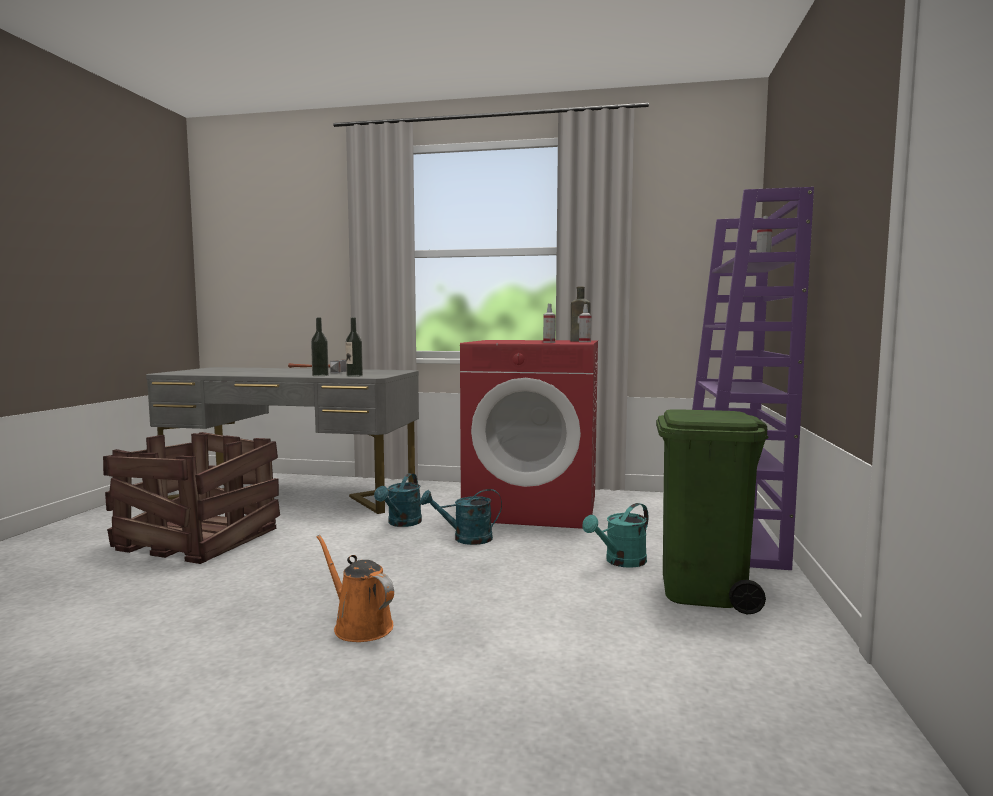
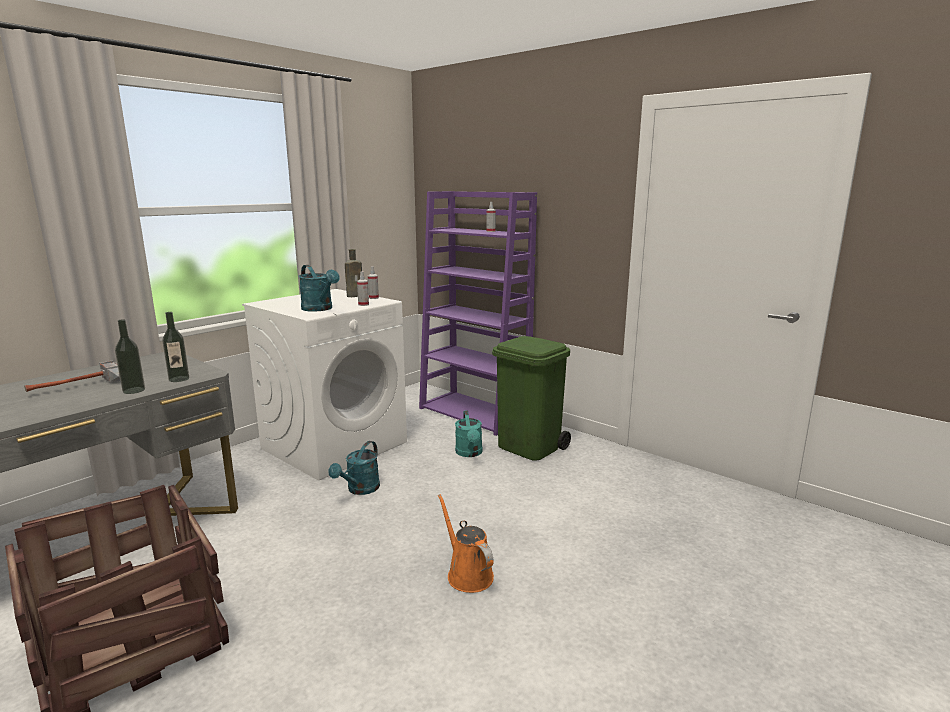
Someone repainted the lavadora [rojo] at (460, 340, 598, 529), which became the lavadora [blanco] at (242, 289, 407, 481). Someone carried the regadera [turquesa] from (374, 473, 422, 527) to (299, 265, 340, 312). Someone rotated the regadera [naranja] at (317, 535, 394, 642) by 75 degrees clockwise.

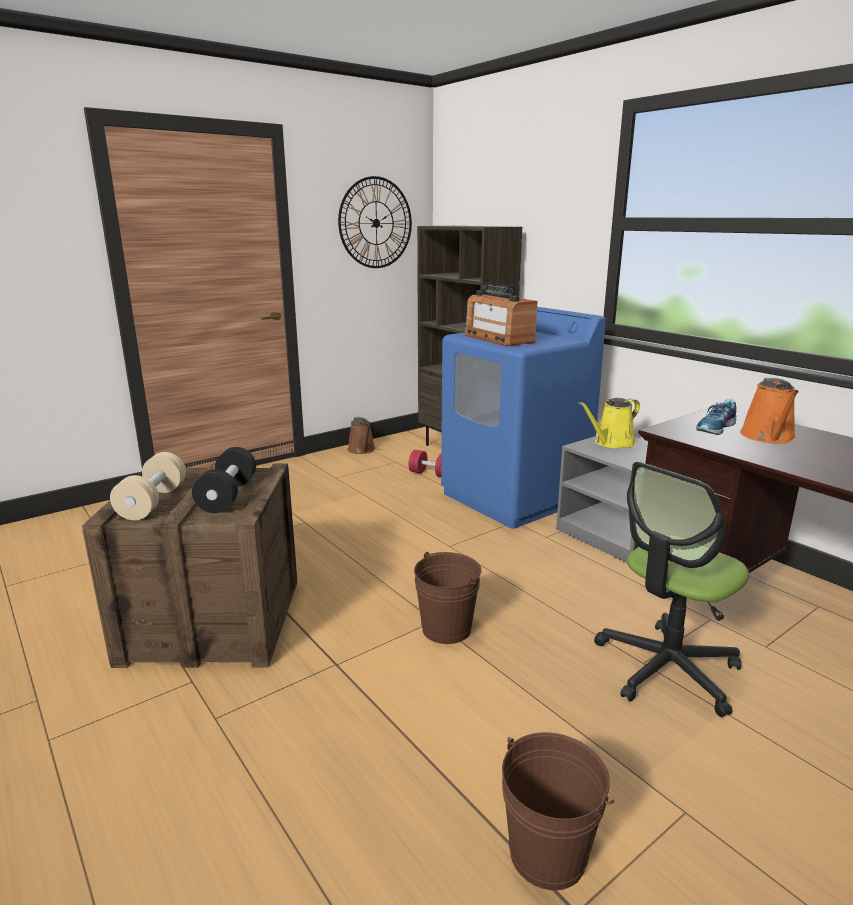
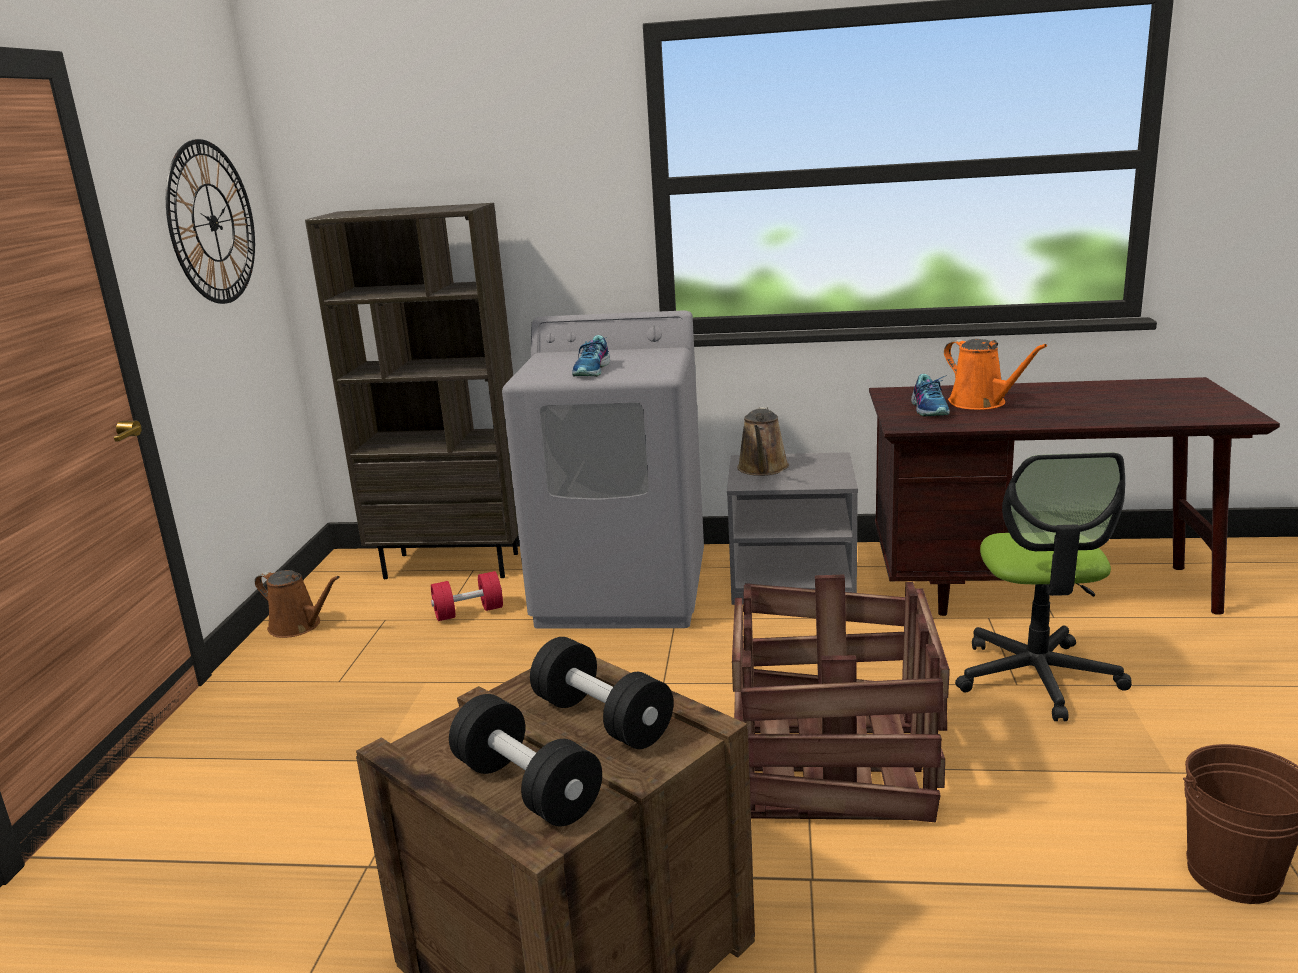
Someone swapped the radio at (465, 282, 537, 346) for the zapato at (572, 335, 610, 377). Someone repainted the lavadora [azul] at (441, 307, 606, 529), which became the lavadora [gris] at (502, 310, 704, 629). Someone repainted the regadera [amarillo] at (579, 398, 640, 448), which became the regadera [marrón] at (737, 407, 789, 476). Someone repainted the mancuerna [beis] at (110, 452, 186, 520), which became the mancuerna [negro] at (449, 694, 602, 827). Someone swapped the cubo [marrón] at (414, 552, 481, 644) for the caja de embalaje at (732, 574, 950, 823).

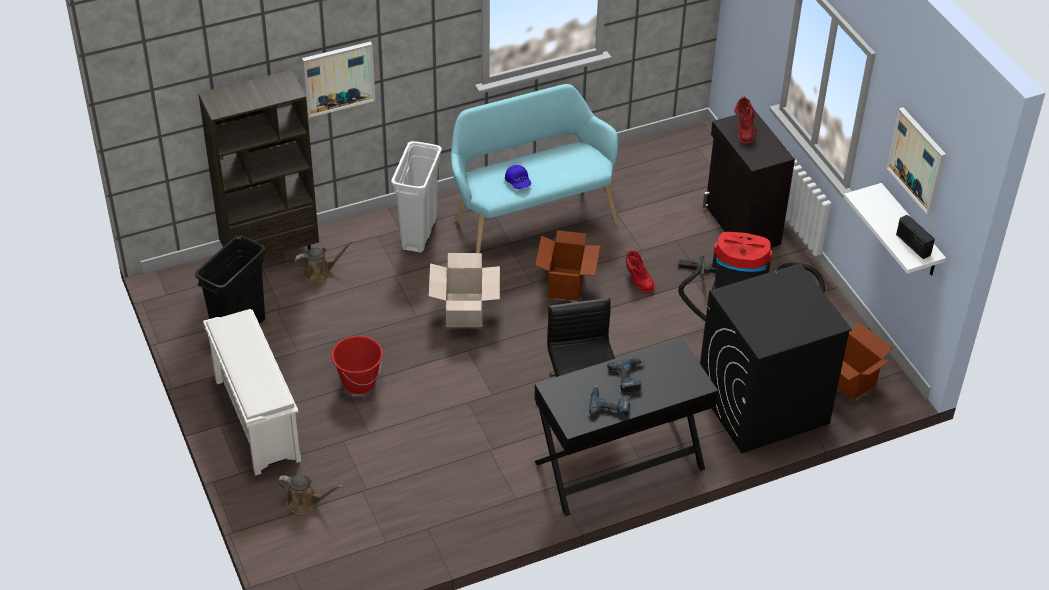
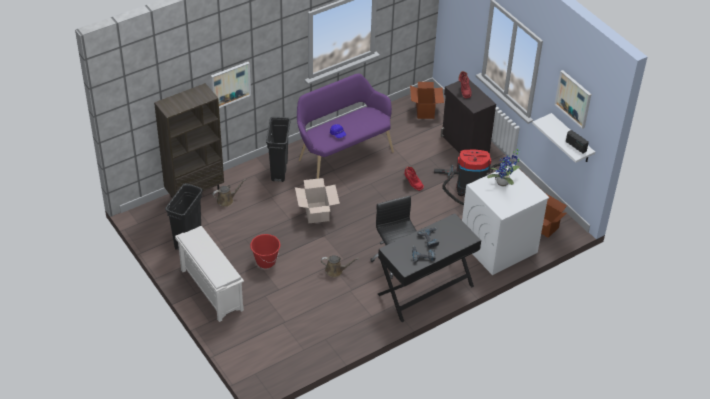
Someone repainted the banco [turquesa] at (451, 84, 618, 253), which became the banco [morado] at (297, 74, 394, 179). Someone repainted the papelera [blanco] at (391, 141, 442, 253), which became the papelera [negro] at (266, 117, 291, 182). Someone carried the caja de cartón from (535, 230, 600, 301) to (410, 82, 444, 119). Someone repainted the lavadora [negro] at (700, 263, 852, 453), which became the lavadora [blanco] at (462, 164, 549, 275). Someone carried the regadera [marrón] from (277, 474, 343, 514) to (321, 255, 359, 277). Someone put down the planta en maceta at (487, 149, 520, 187).

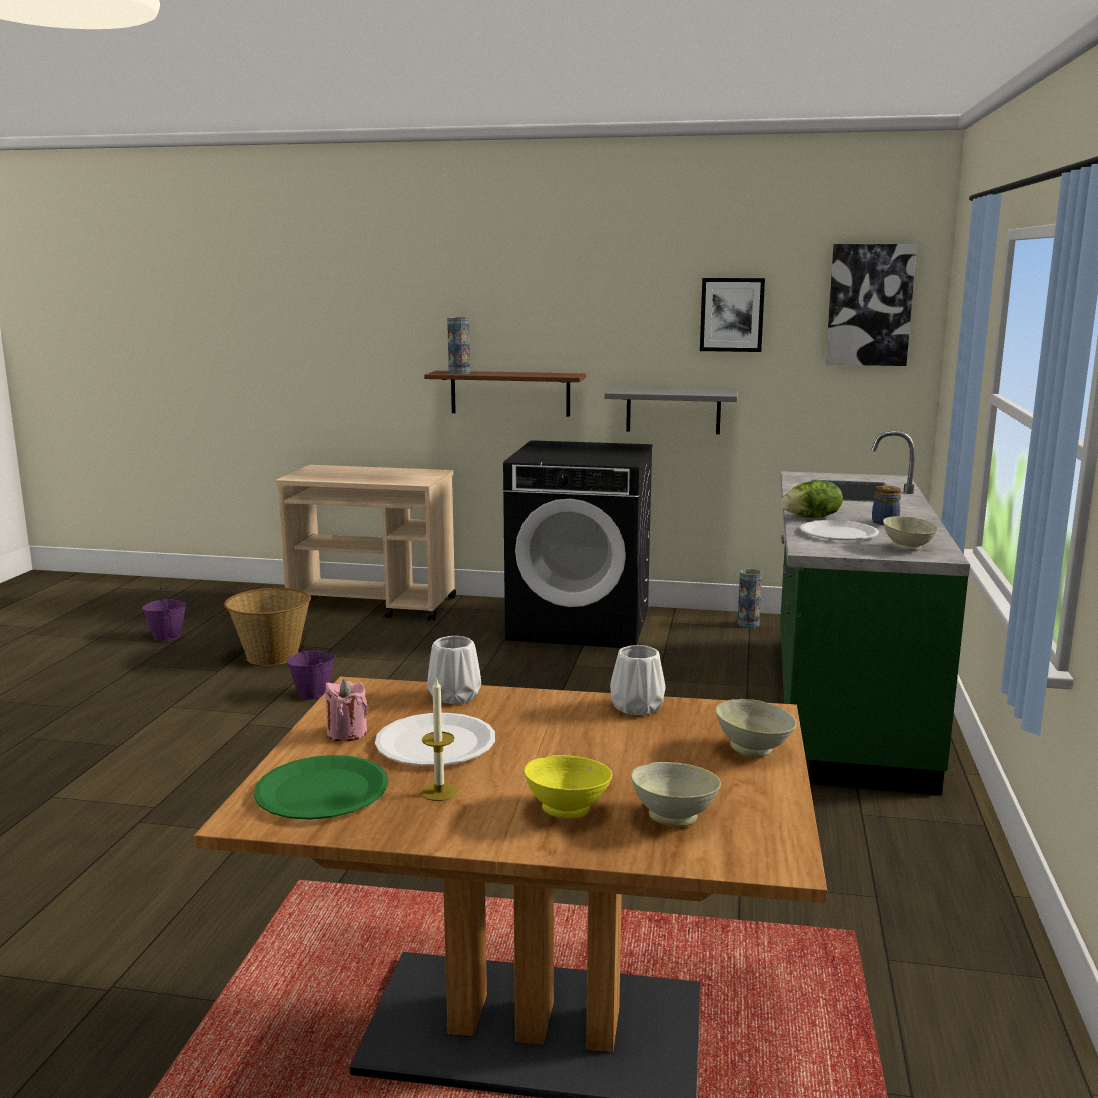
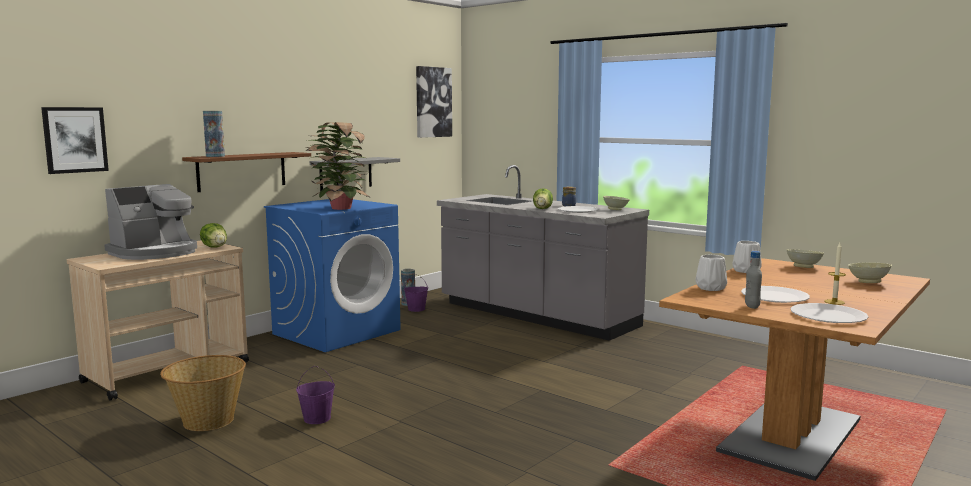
Someone carried the cuadro from (700, 278, 765, 352) to (41, 107, 109, 174). Someone repainted the mueble bajo de cocina [verde] at (780, 431, 970, 795), which became the mueble bajo de cocina [gris] at (437, 165, 649, 341). Someone repainted the lavadora [negro] at (503, 440, 653, 648), which became the lavadora [azul] at (264, 199, 401, 352). Someone carried the cubo [morado] from (142, 583, 187, 641) to (404, 275, 428, 312). Someone swapped the vela [rosa] at (326, 680, 367, 742) for the botella [gris] at (745, 251, 762, 309). Someone repainted the plato [verde] at (254, 755, 388, 820), which became the plato [blanco] at (791, 303, 868, 323). Someone took away the cuenco [amarillo] at (524, 755, 612, 819). Someone put down the planta en maceta at (306, 122, 369, 210). Someone put down the cafetera at (104, 184, 197, 260). Someone put down the lechuga at (200, 223, 227, 248).

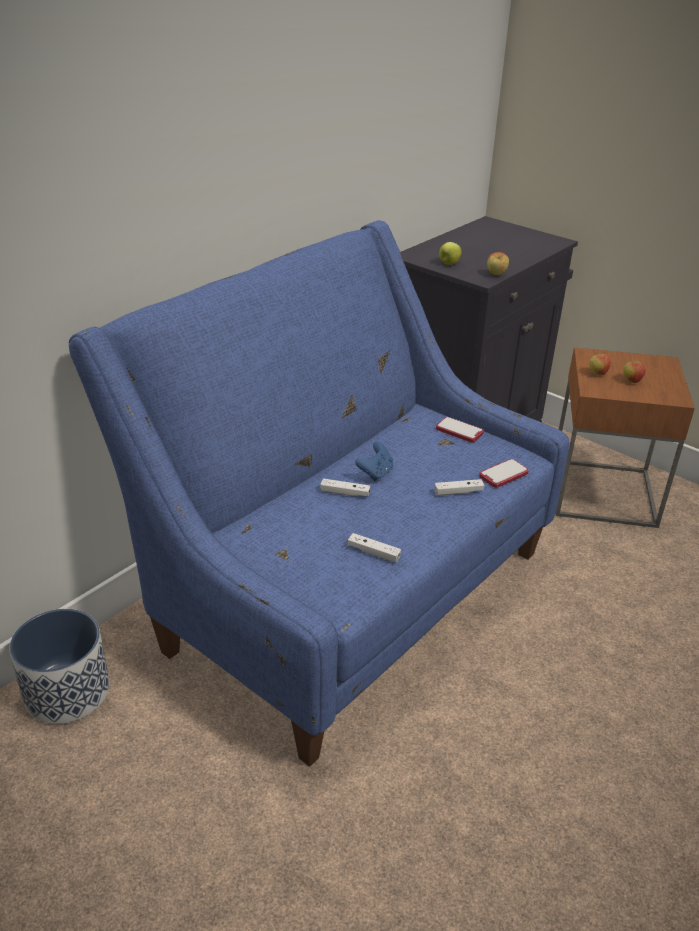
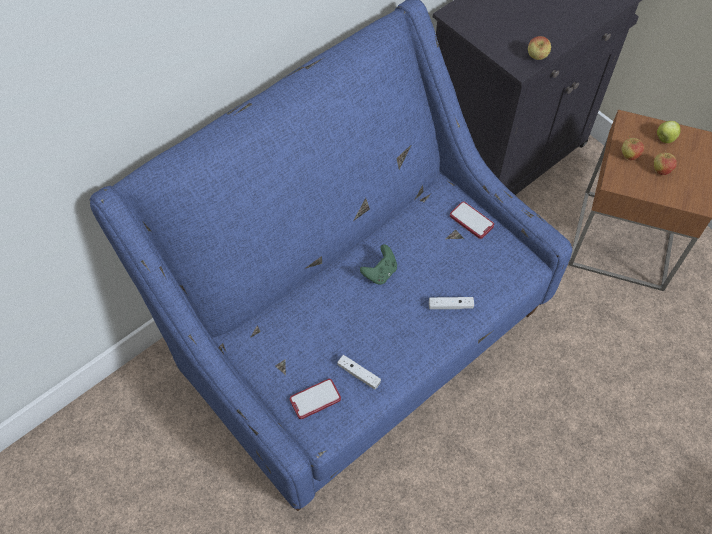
Someone carried the manzana from (439, 242, 462, 265) to (657, 121, 681, 143). Someone repainted the mando de consola [azul] at (355, 442, 393, 481), which became the mando de consola [verde] at (360, 244, 397, 285). Someone carried the móvil from (479, 459, 529, 488) to (290, 379, 341, 419). Someone took away the mando de consola [blanco] at (320, 479, 370, 496). Someone took away the maceta at (9, 609, 110, 724).

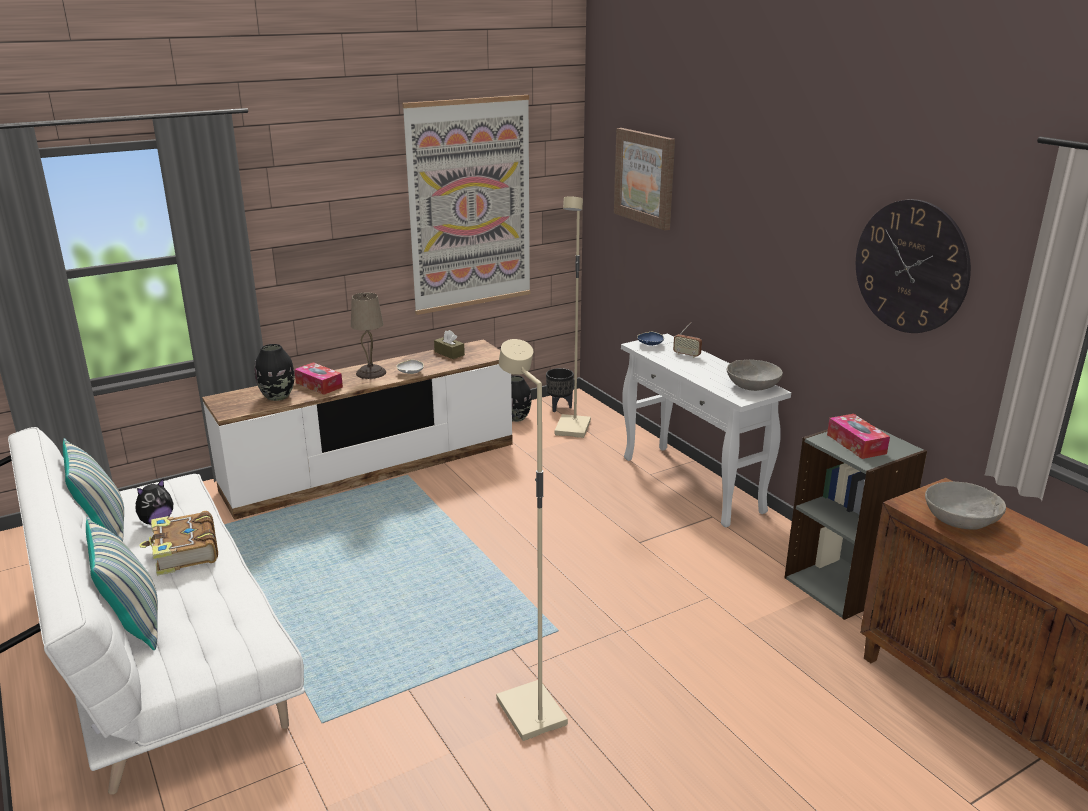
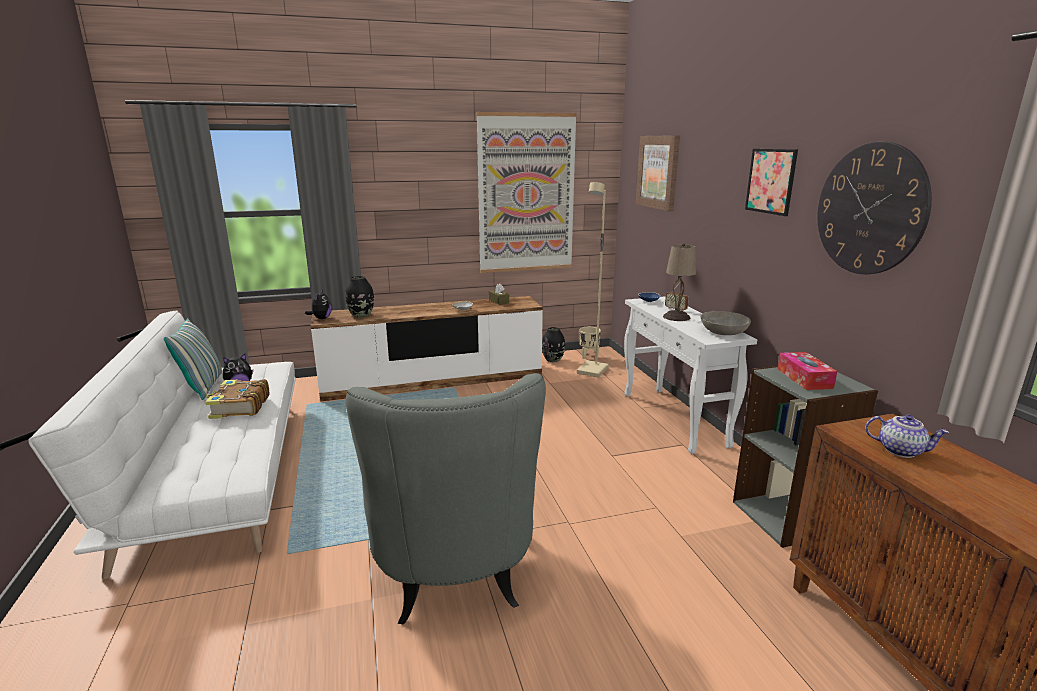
Someone carried the lámpara de mesa [beis] from (351, 293, 386, 379) to (663, 243, 696, 321). Someone swapped the lámpara de pie [beis] at (496, 339, 568, 741) for the sillón [gris] at (345, 373, 546, 624). Someone took away the caja de pañuelos at (294, 362, 343, 395). Someone repainted the maceta [negro] at (546, 368, 574, 412), which became the maceta [beis] at (579, 327, 601, 359). Someone swapped the cuenco [gris] at (925, 482, 1006, 530) for the tetera at (865, 414, 949, 458). Someone took away the cojín at (86, 517, 158, 650). Someone put up the cuadro at (745, 149, 798, 216). Someone put down the peluche at (305, 289, 332, 319).

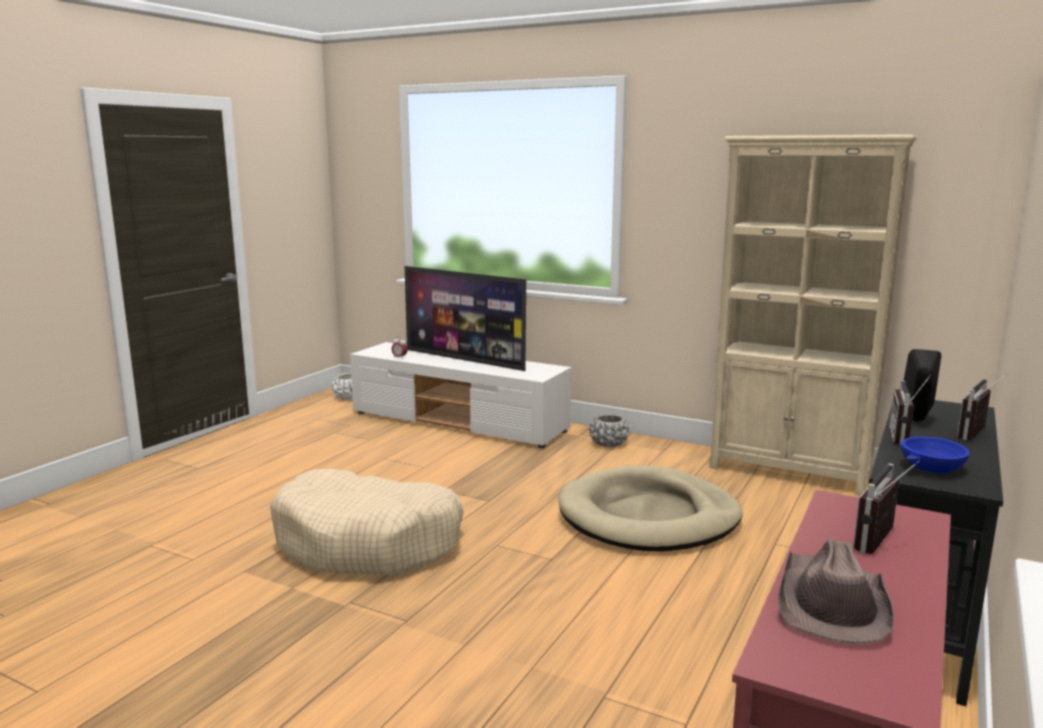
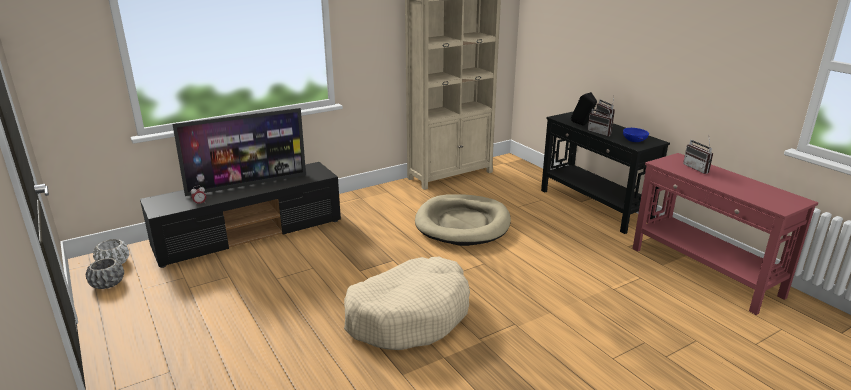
Someone repainted the mueble de televisión [blanco] at (350, 342, 572, 448), which became the mueble de televisión [negro] at (140, 162, 341, 268). Someone carried the maceta [gris] from (589, 414, 629, 447) to (86, 258, 124, 289). Someone took away the sombrero [marrón] at (778, 539, 894, 644).

